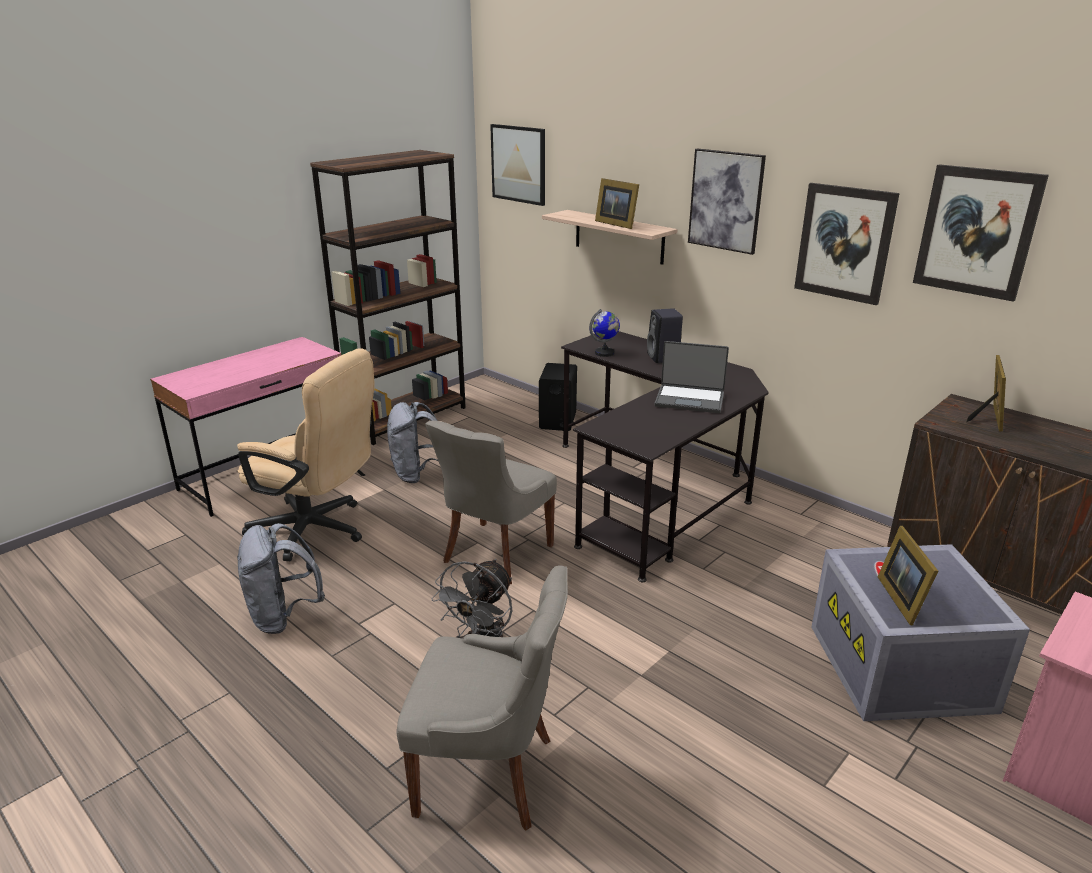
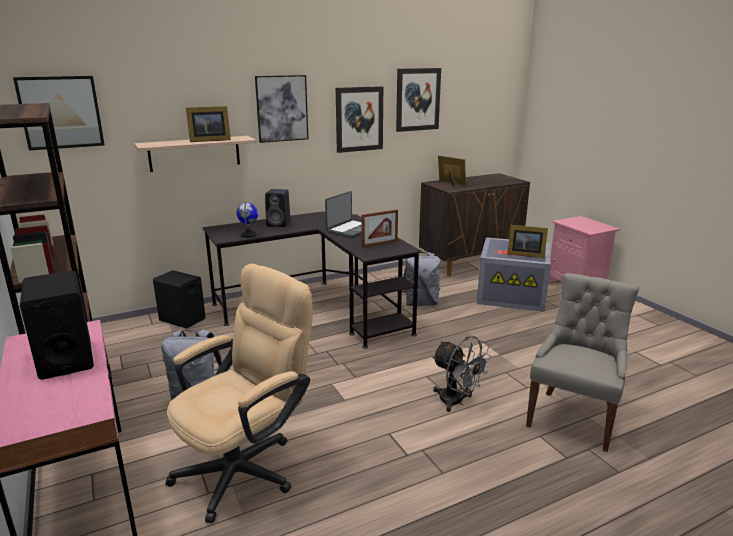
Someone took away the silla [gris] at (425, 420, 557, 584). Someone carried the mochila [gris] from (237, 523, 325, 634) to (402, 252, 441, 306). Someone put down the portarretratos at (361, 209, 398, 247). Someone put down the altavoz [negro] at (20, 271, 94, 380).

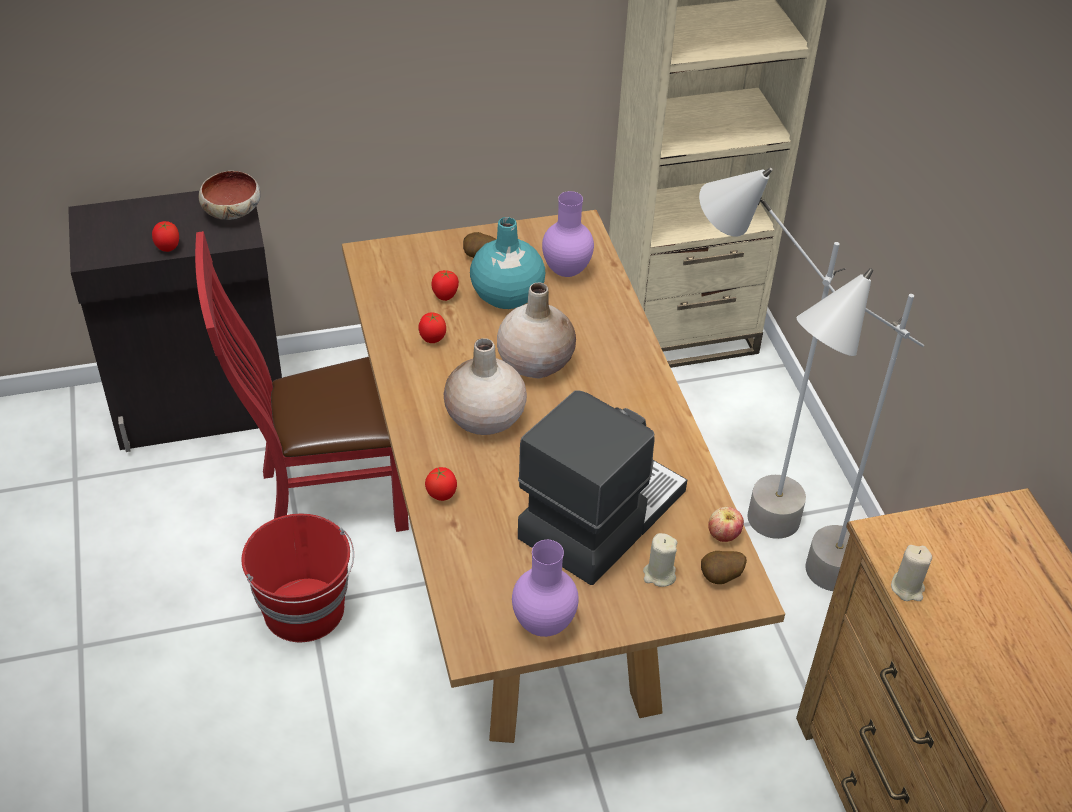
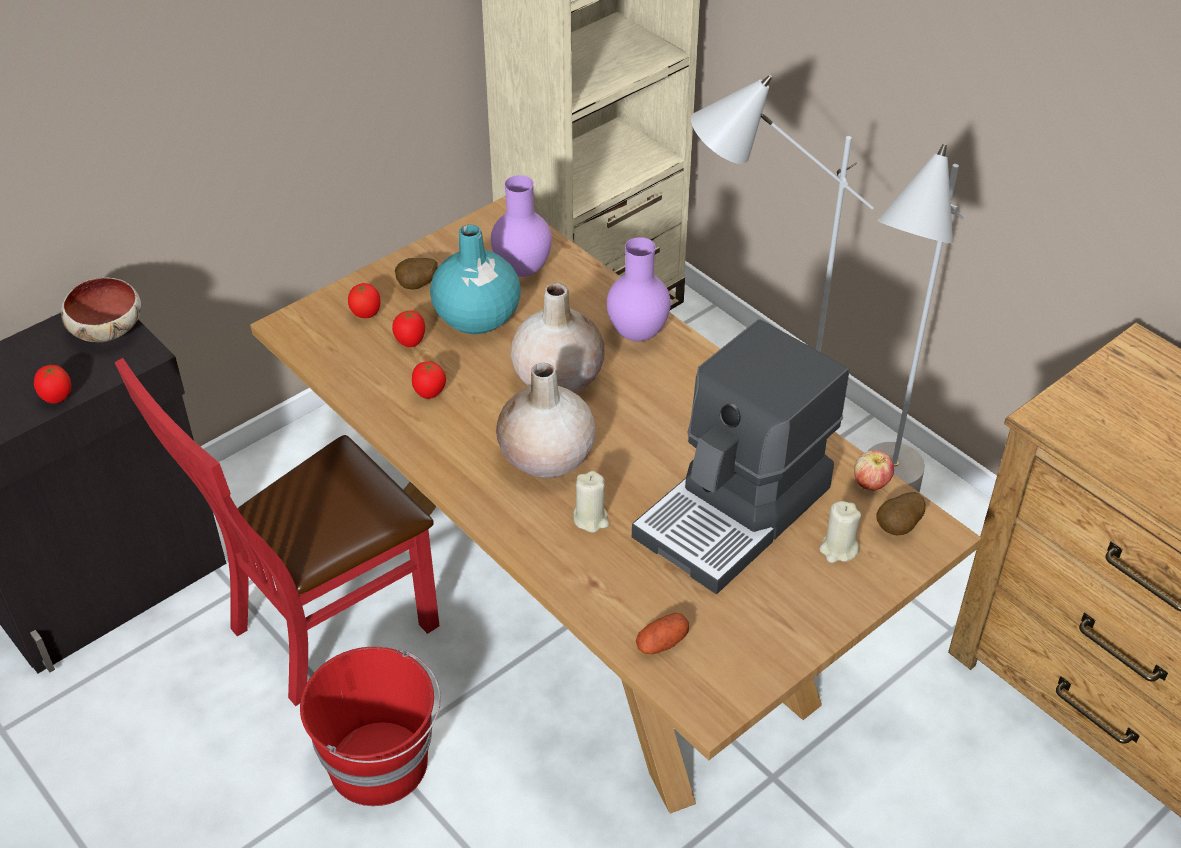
Someone rotated the cafetera at (518, 390, 687, 585) by 150 degrees counterclockwise. Someone carried the tomate from (425, 467, 457, 501) to (348, 283, 381, 318). Someone carried the florero [morado] from (512, 540, 579, 637) to (607, 237, 671, 342). Someone carried the vela [beis] from (891, 545, 932, 601) to (573, 471, 609, 533). Someone put down the patata at (636, 612, 689, 654).

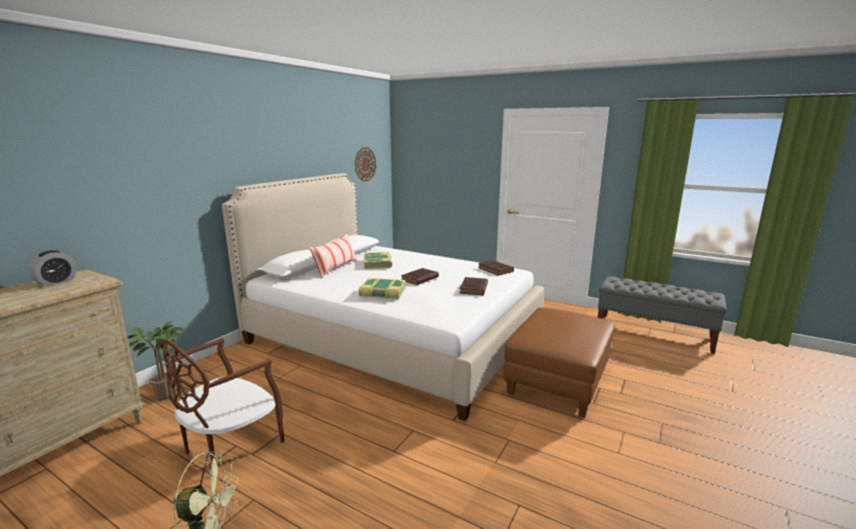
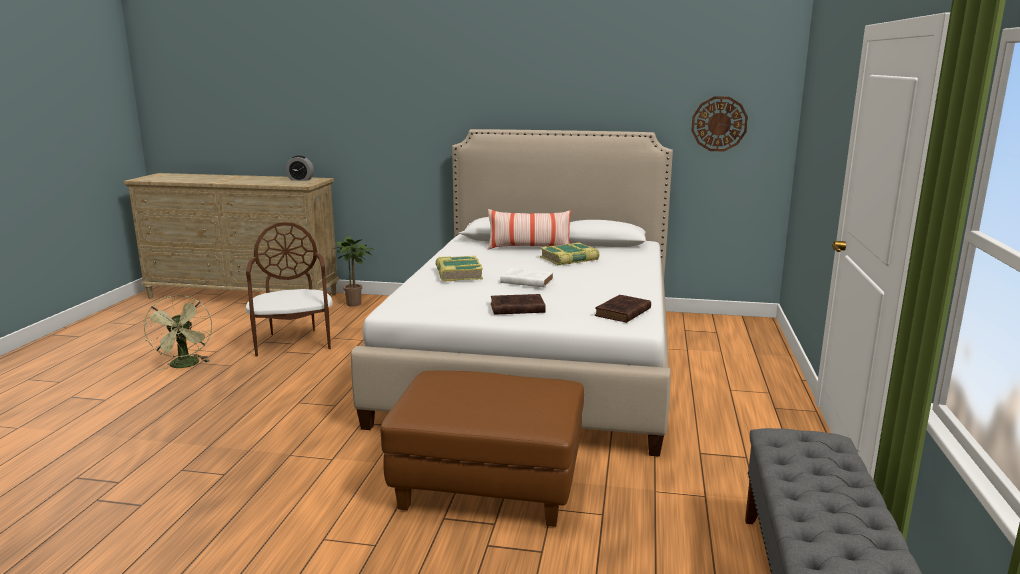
Someone repainted the libro [marrón] at (401, 268, 439, 285), which became the libro [blanco] at (500, 268, 554, 287). Someone rotated the silla [marrón] at (159, 338, 284, 462) by 60 degrees clockwise.

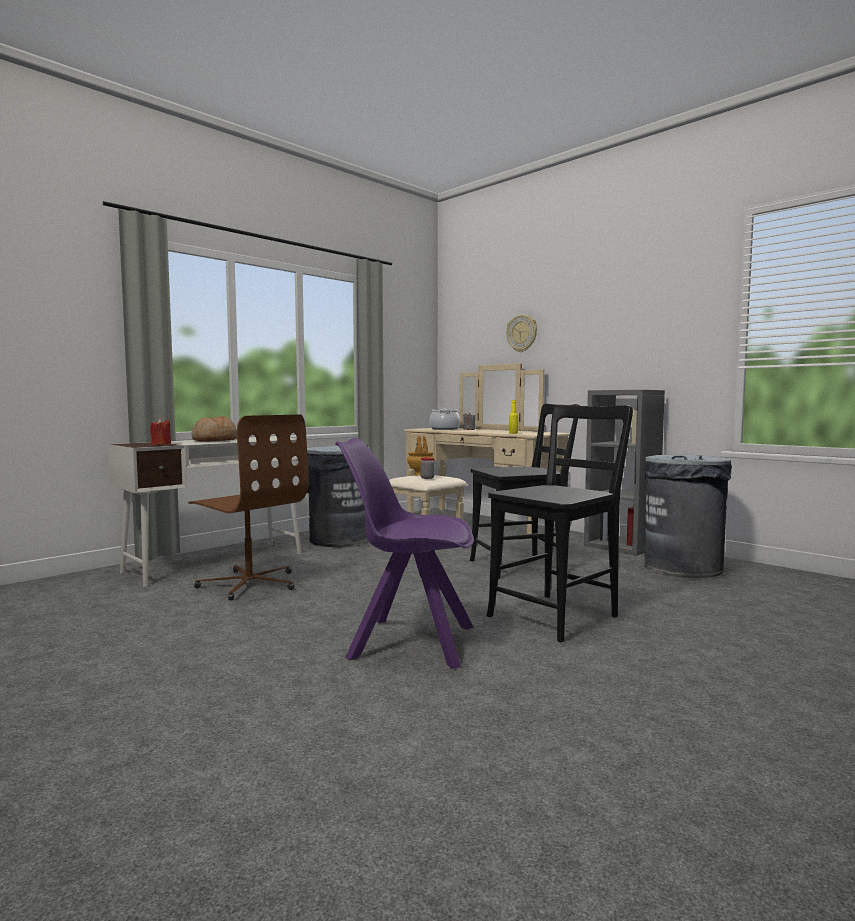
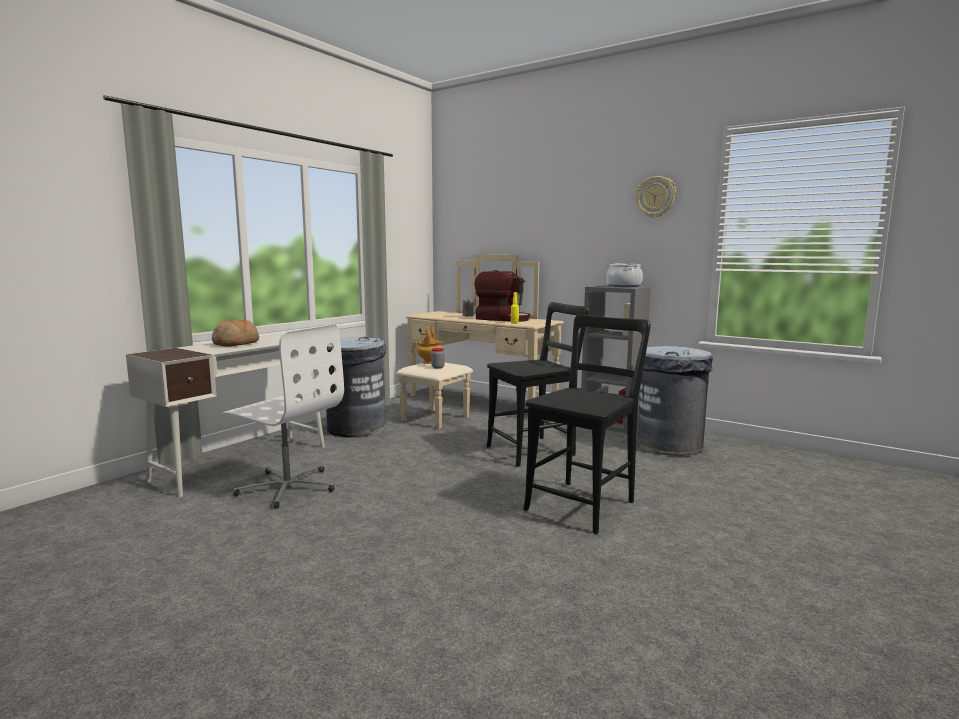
Someone carried the reloj de pared from (506, 314, 537, 352) to (636, 176, 676, 218). Someone carried the olla from (429, 409, 460, 430) to (607, 263, 643, 287). Someone repainted the silla de oficina [marrón] at (188, 414, 309, 600), which became the silla de oficina [blanco] at (222, 325, 344, 509). Someone took away the vela [rojo] at (150, 418, 171, 445). Someone took away the silla [morado] at (335, 438, 474, 669). Someone put down the cafetera at (474, 270, 530, 322).

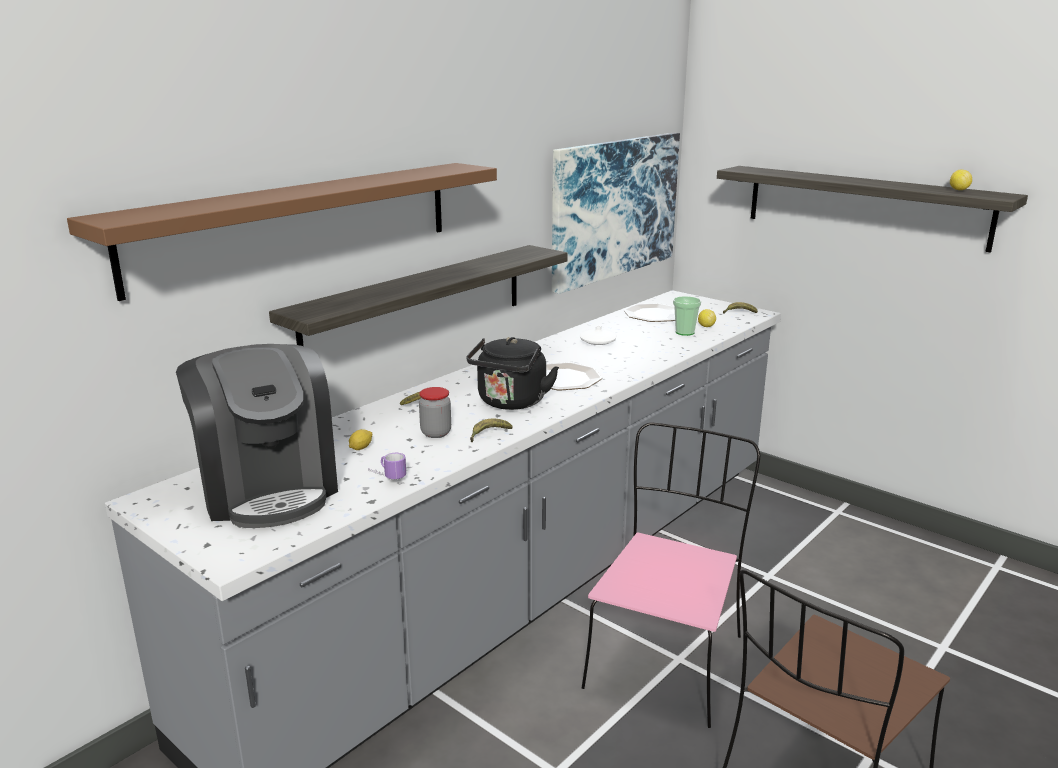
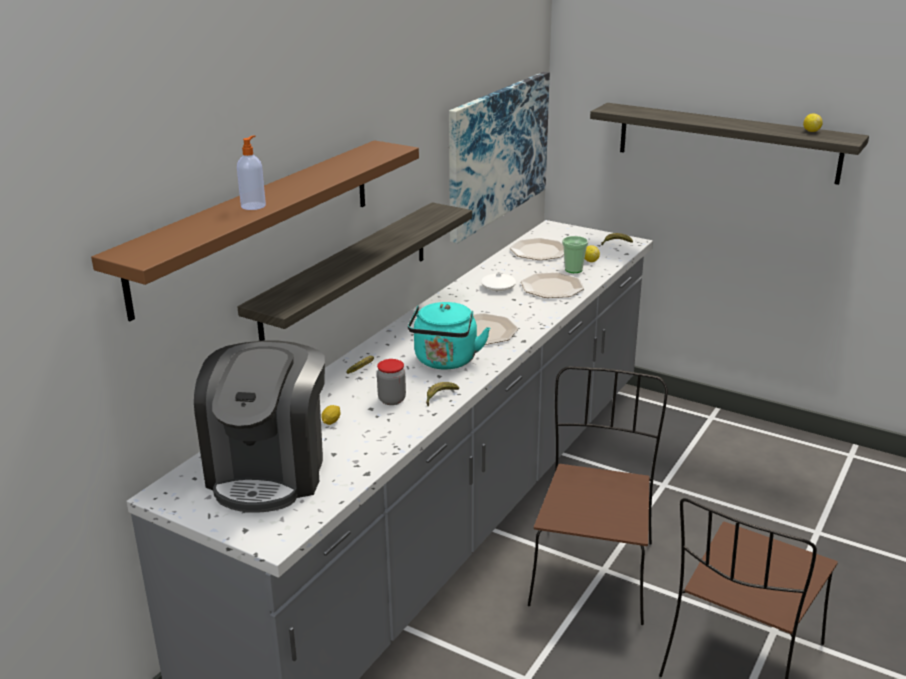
Someone repainted the hervidor [negro] at (467, 337, 559, 410), which became the hervidor [turquesa] at (408, 302, 490, 369). Someone rotated the cafetera at (176, 344, 338, 528) by 45 degrees clockwise. Someone repainted the silla [rosa] at (582, 422, 760, 728), which became the silla [marrón] at (528, 366, 668, 625). Someone took away the taza grande at (368, 453, 406, 479). Someone put down the dispensador de jabón at (237, 135, 266, 210). Someone put down the plato at (521, 272, 584, 298).

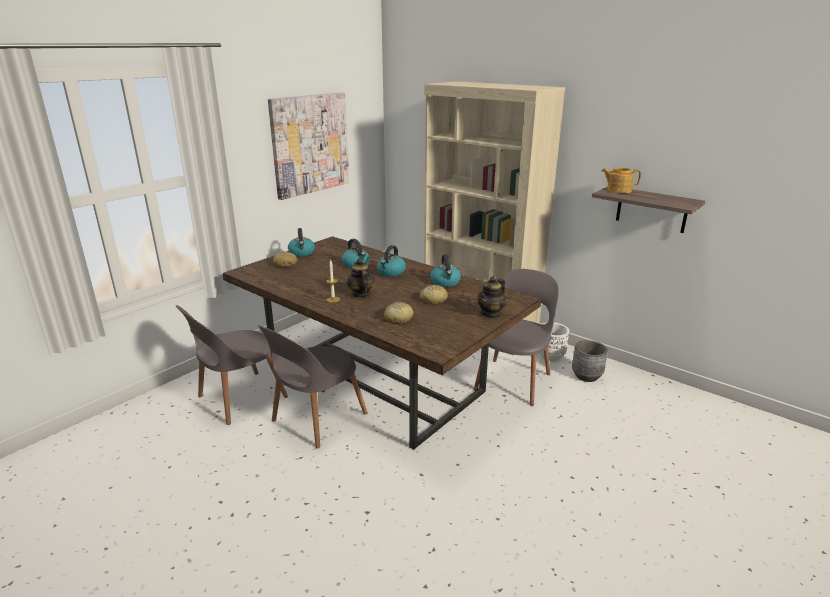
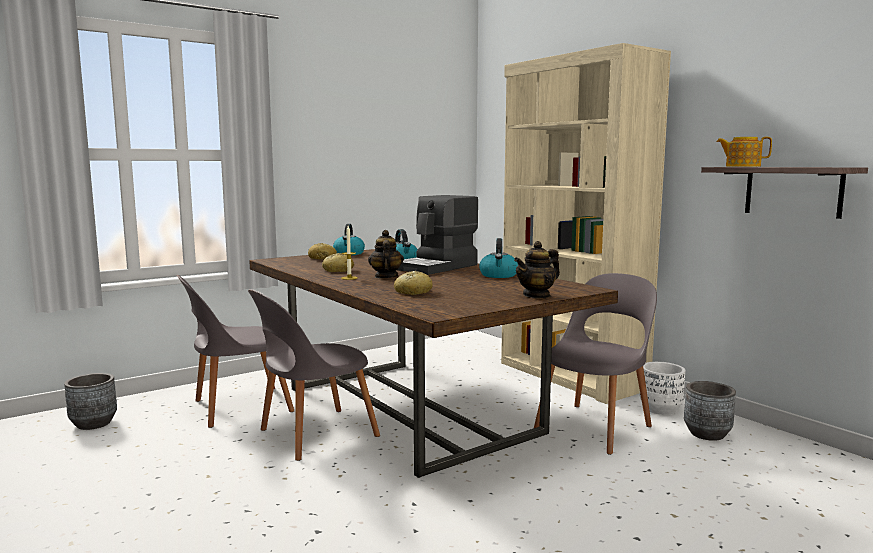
Someone took away the cuadro at (268, 93, 349, 200). Someone swapped the hervidor at (377, 245, 406, 276) for the cafetera at (397, 195, 478, 275). Someone carried the pan from (420, 285, 448, 304) to (322, 253, 354, 272). Someone put down the maceta [gris] at (64, 373, 117, 430).

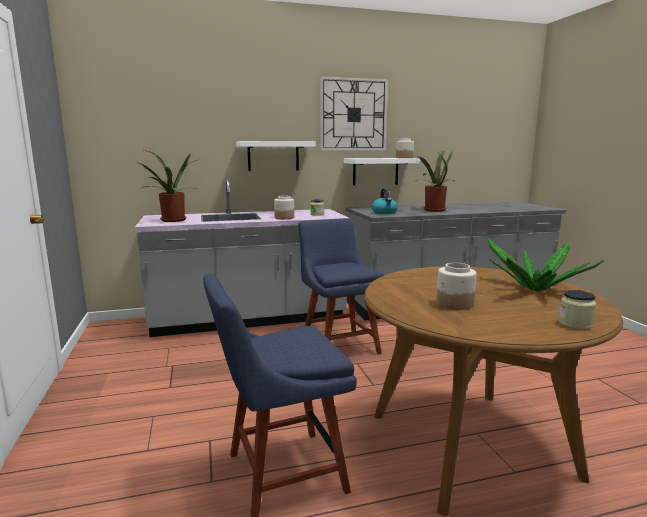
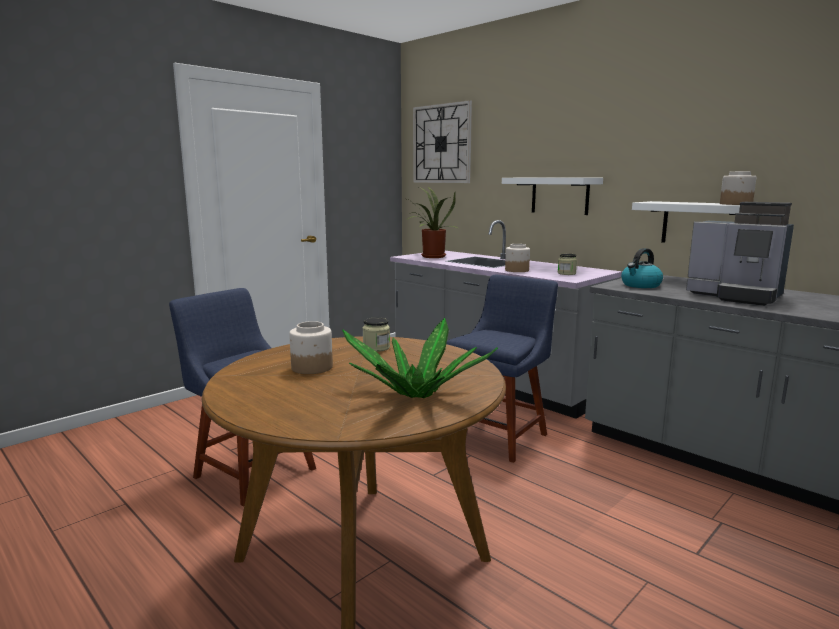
Someone carried the reloj de pared from (320, 76, 388, 151) to (413, 100, 472, 183). Someone swapped the planta en maceta at (416, 148, 455, 212) for the cafetera at (686, 202, 794, 306). Someone carried the tarro from (559, 290, 596, 329) to (362, 318, 390, 352).

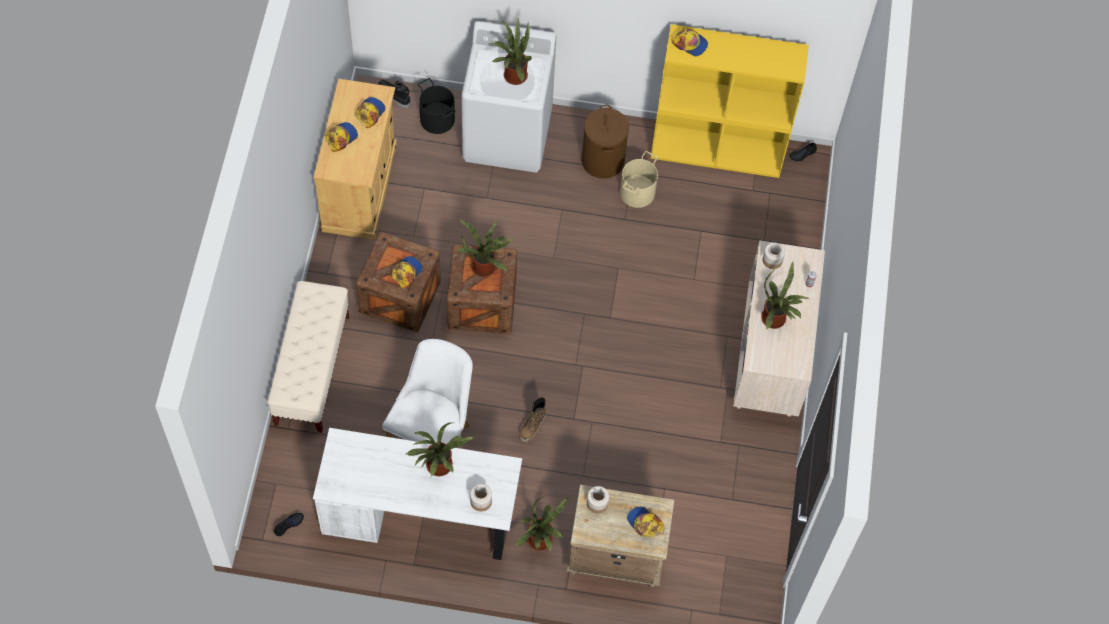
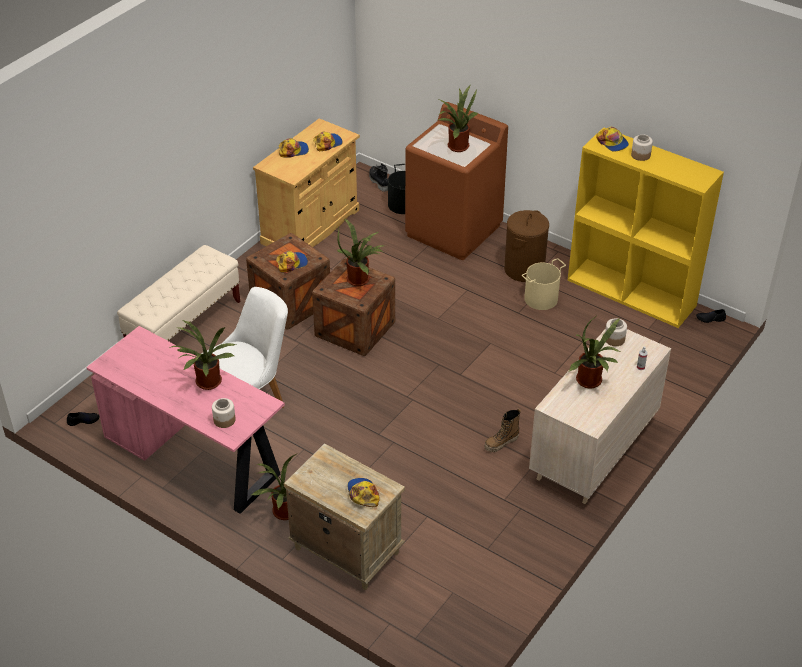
Someone repainted the lavadora [blanco] at (461, 21, 557, 173), which became the lavadora [marrón] at (405, 102, 508, 260). Someone carried the bota from (519, 396, 546, 442) to (485, 408, 521, 452). Someone repainted the escritorio [blanco] at (313, 428, 522, 560), which became the escritorio [rosa] at (86, 326, 285, 514). Someone carried the tarro from (587, 486, 609, 513) to (631, 134, 653, 161).

